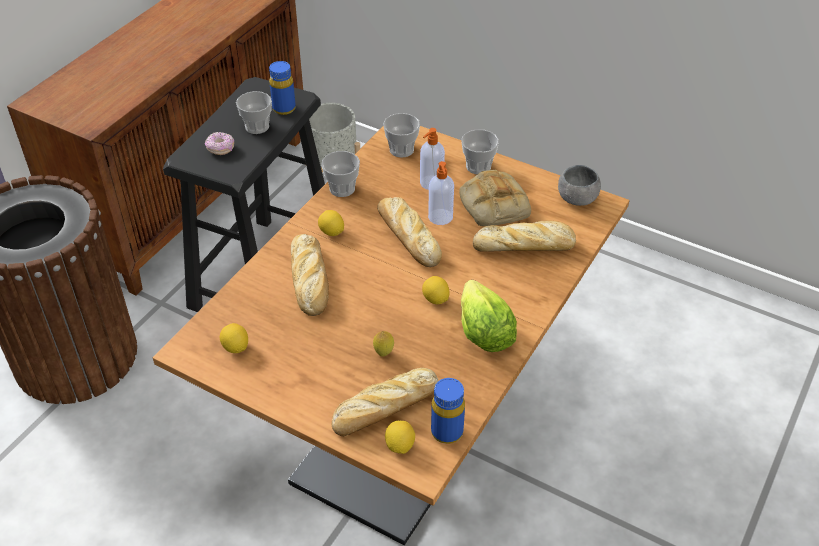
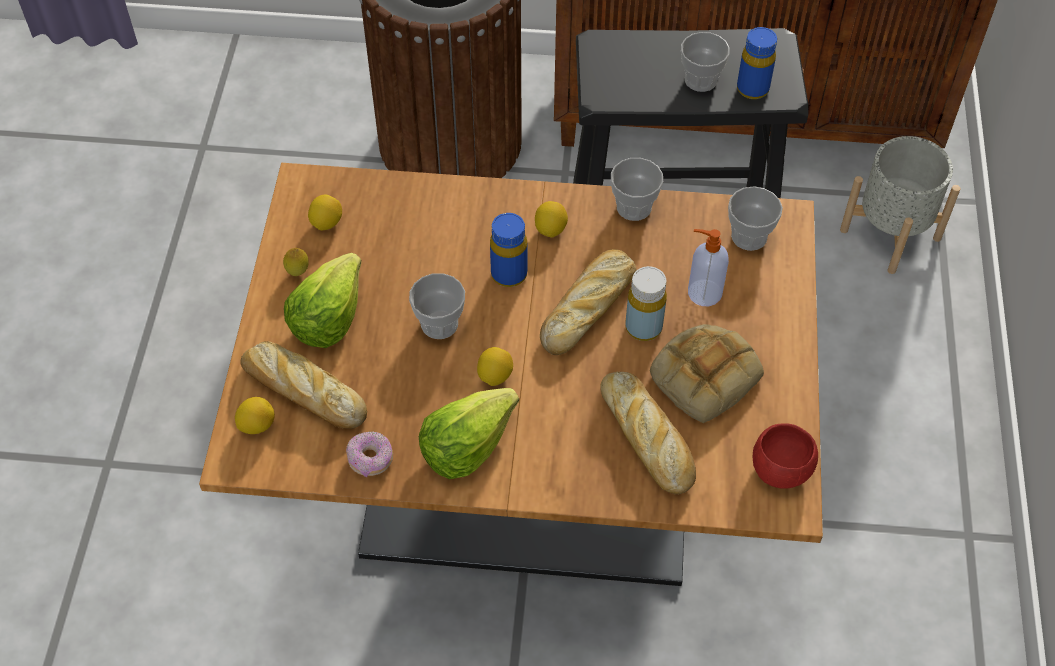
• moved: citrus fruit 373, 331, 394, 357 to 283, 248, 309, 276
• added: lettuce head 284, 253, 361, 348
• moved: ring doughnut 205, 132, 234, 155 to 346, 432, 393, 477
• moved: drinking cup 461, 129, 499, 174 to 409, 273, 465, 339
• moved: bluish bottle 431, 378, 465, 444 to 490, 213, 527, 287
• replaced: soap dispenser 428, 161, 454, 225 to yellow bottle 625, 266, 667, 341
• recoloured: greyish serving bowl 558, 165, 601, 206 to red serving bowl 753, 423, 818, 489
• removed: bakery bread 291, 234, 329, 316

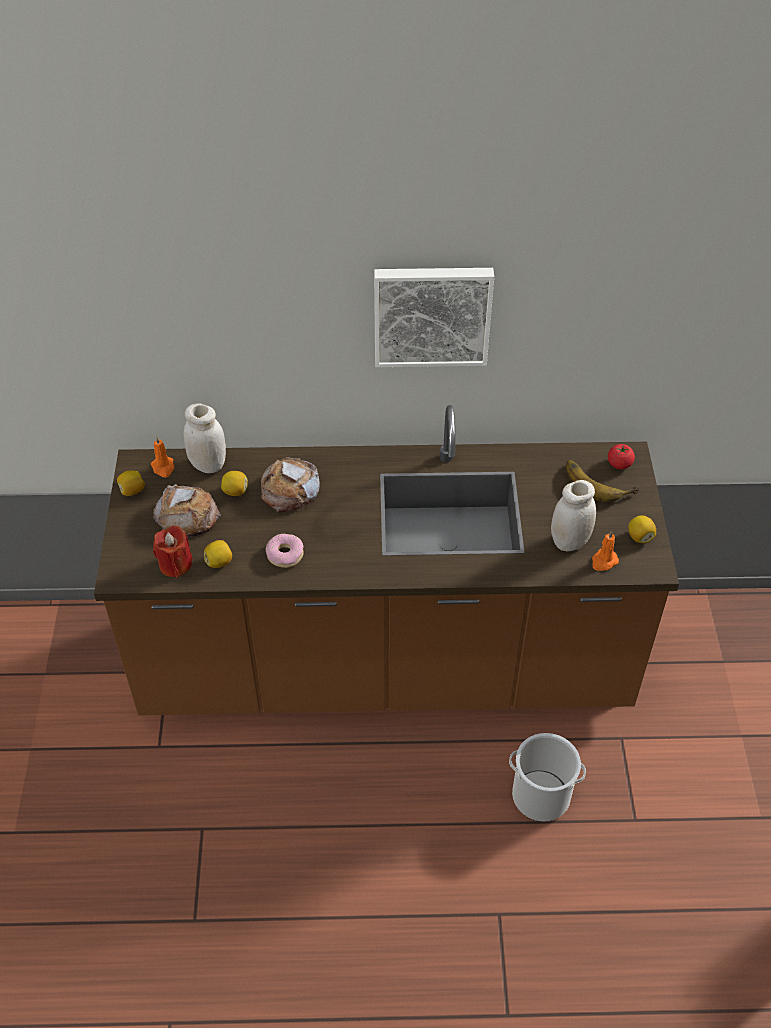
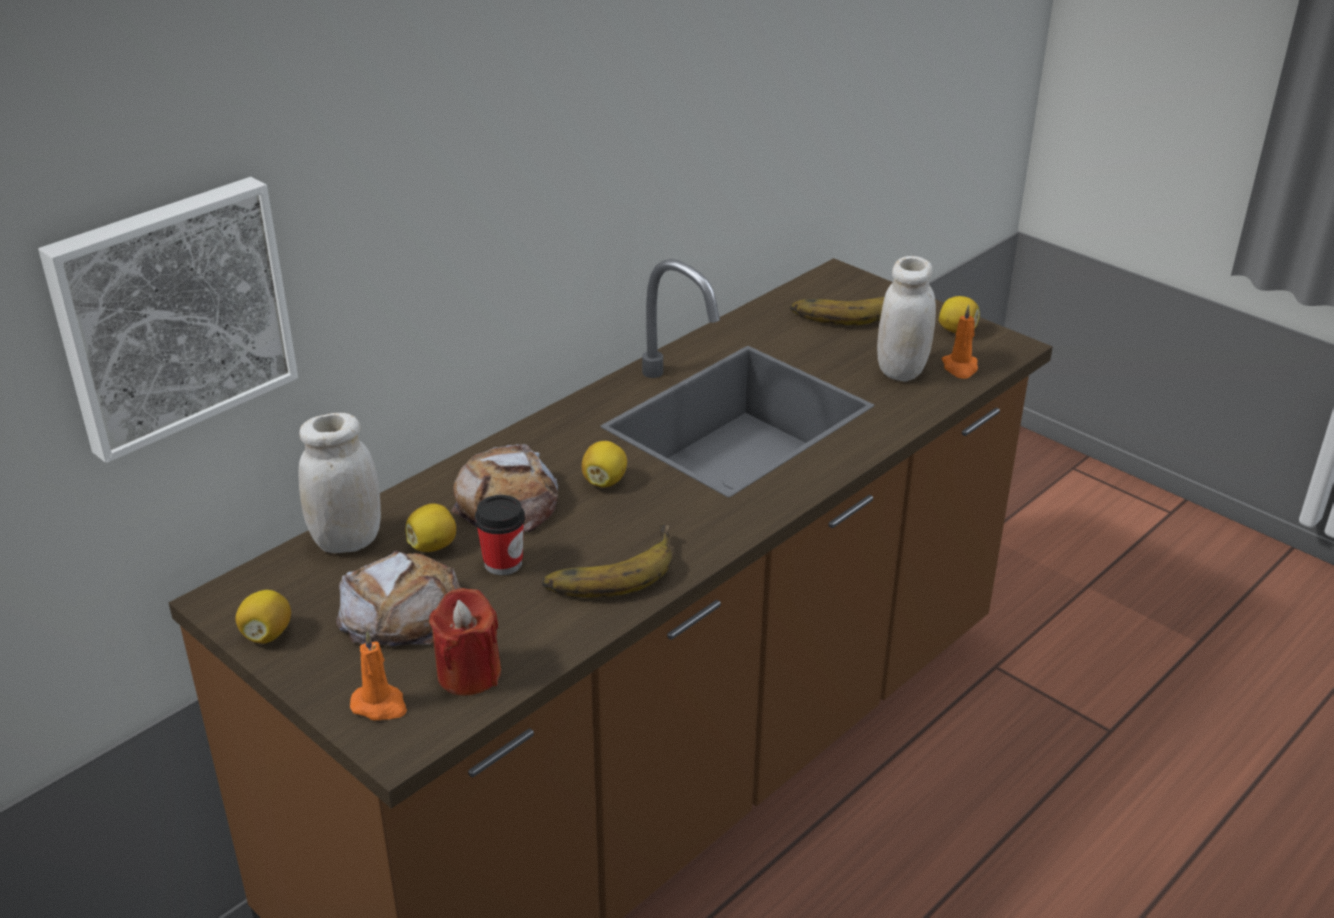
• moved: picture 374, 268, 494, 367 to 38, 177, 298, 463
• moved: orange-coloured wax light 151, 436, 174, 478 to 350, 631, 407, 721
• added: drinking cup 475, 495, 525, 575
• replaced: ring doughnut 266, 534, 304, 568 to banana fruit 542, 524, 672, 598
• moved: citrus fruit 204, 540, 232, 568 to 582, 441, 627, 488
• removed: water bucket 509, 733, 586, 822
• removed: fresh tomato 608, 444, 635, 469

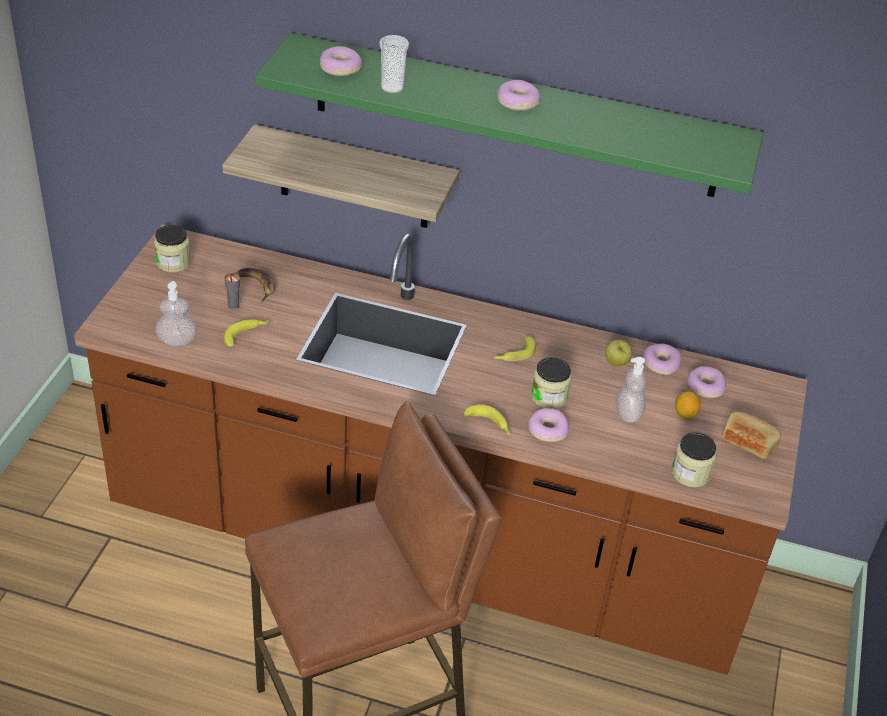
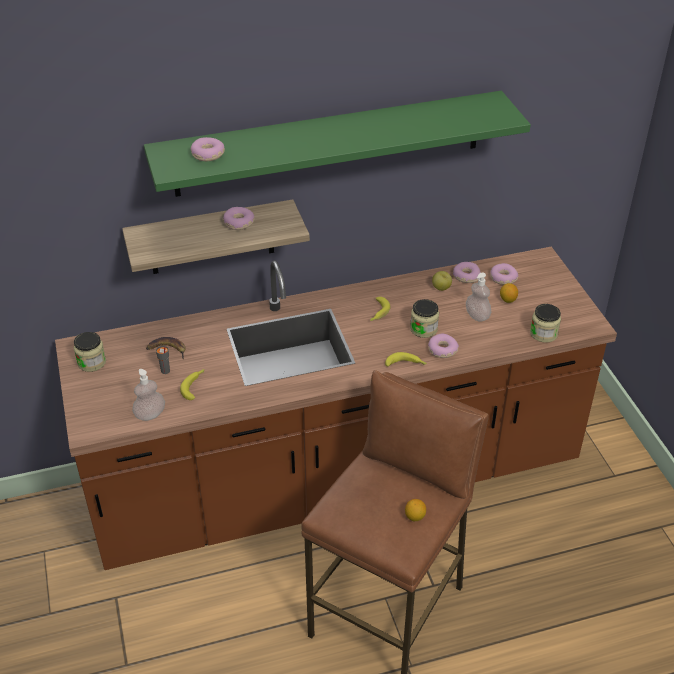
• moved: ring doughnut 497, 80, 541, 111 to 223, 207, 255, 230
• added: citrus fruit 405, 499, 426, 521
• removed: drinking cup 379, 35, 409, 93
• removed: bakery bread 722, 412, 781, 459

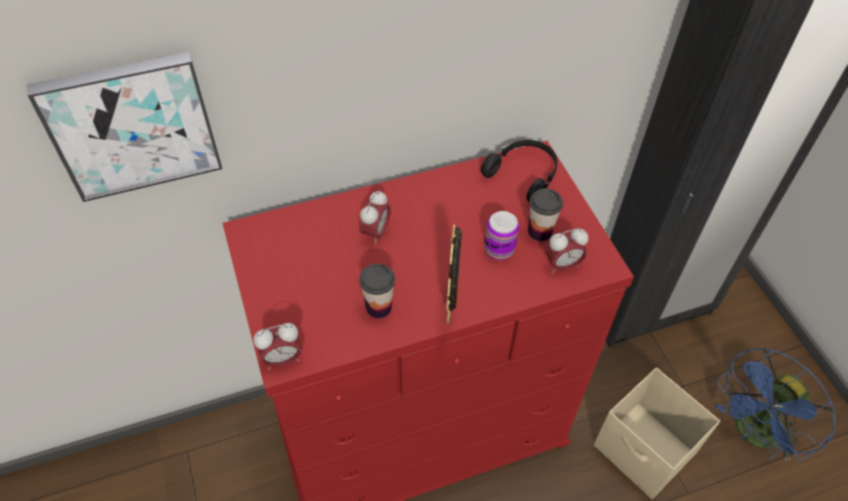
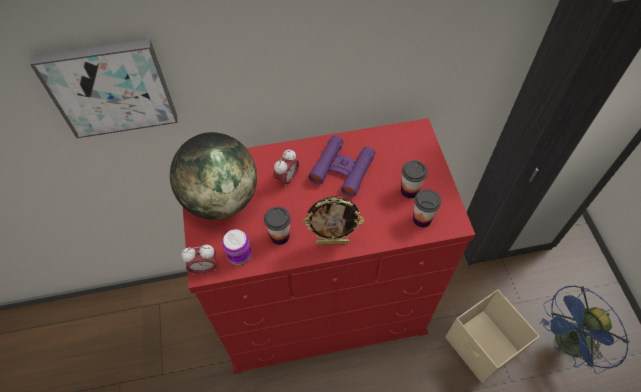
• added: world globe 170, 132, 257, 220
• moved: metal can 484, 211, 519, 260 to 222, 229, 252, 266
• turned: standing frame 446, 225, 462, 324 = 303, 196, 364, 245 105 degrees counterclockwise
• added: purplish field glasses 308, 135, 375, 197
• replaced: bedside clock 545, 228, 588, 274 to drinking cup 413, 189, 441, 228
• removed: blackish pair of headphones 481, 140, 558, 202

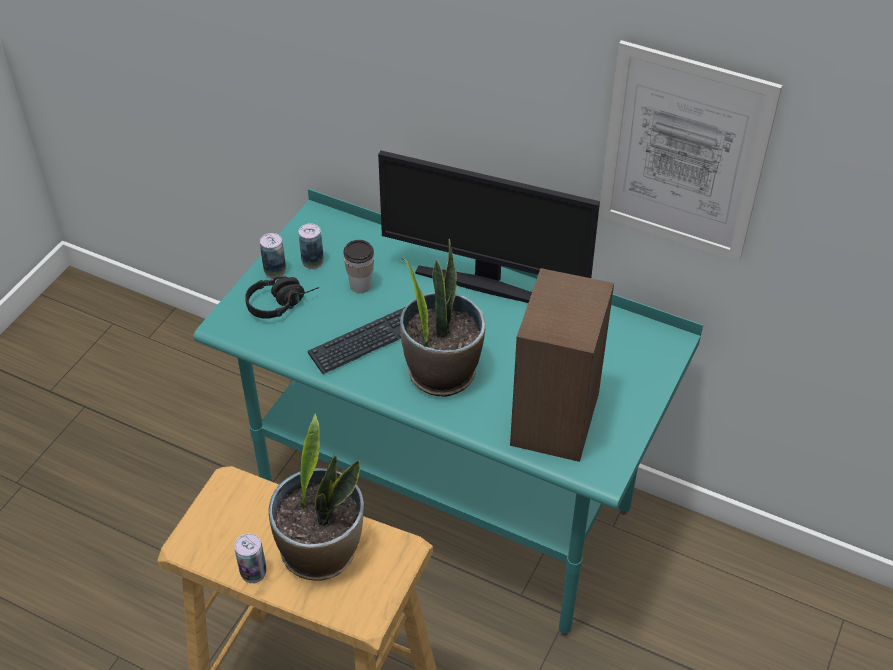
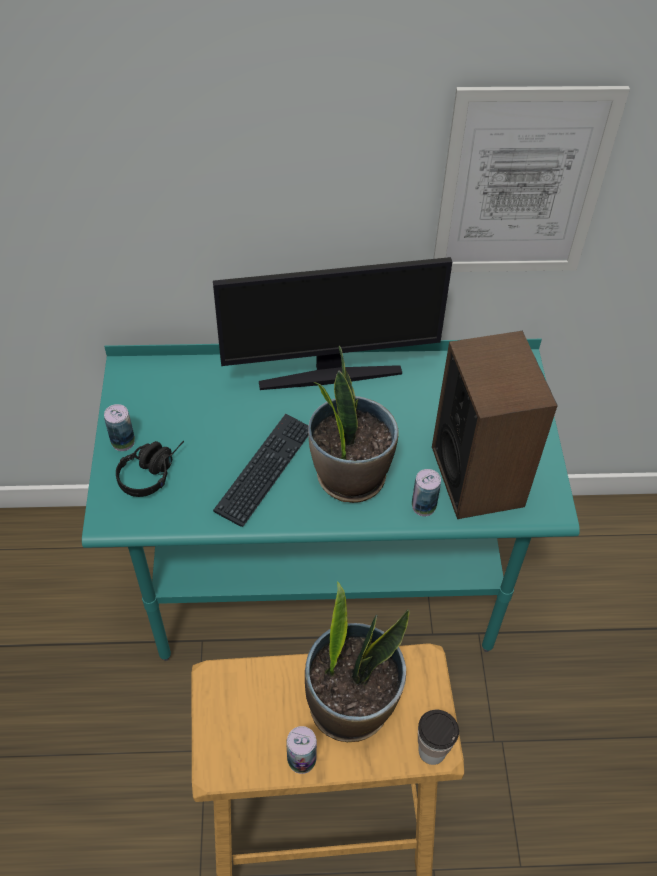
• moved: metal can 299, 223, 324, 269 to 412, 469, 441, 516
• moved: drinking cup 343, 240, 374, 293 to 418, 710, 459, 765

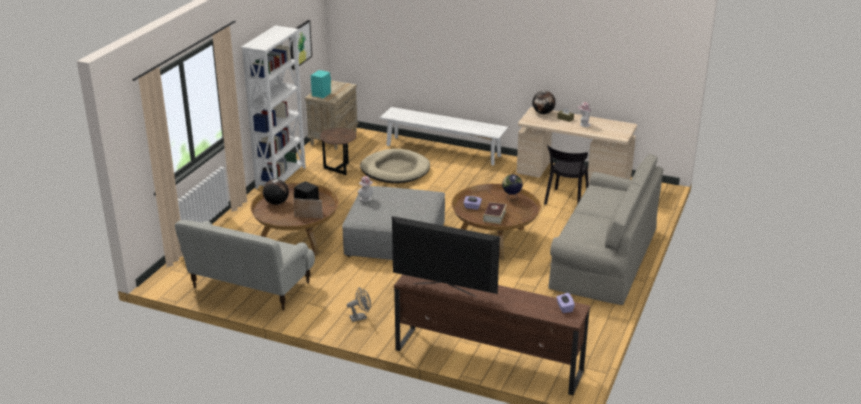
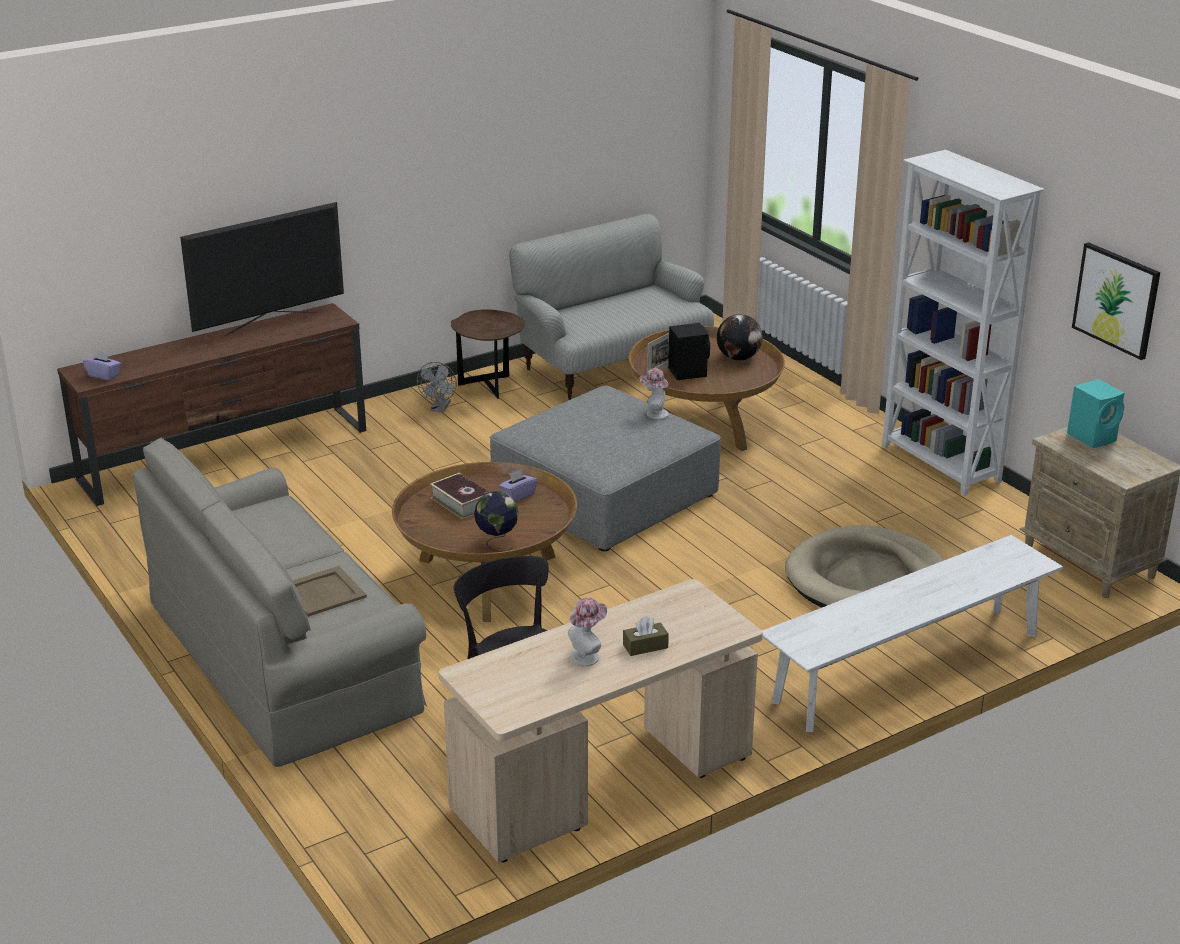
• added: beige carrying tray 293, 566, 367, 617
• moved: brownish end table 320, 128, 357, 175 to 451, 309, 525, 399
• removed: world globe 532, 91, 556, 114

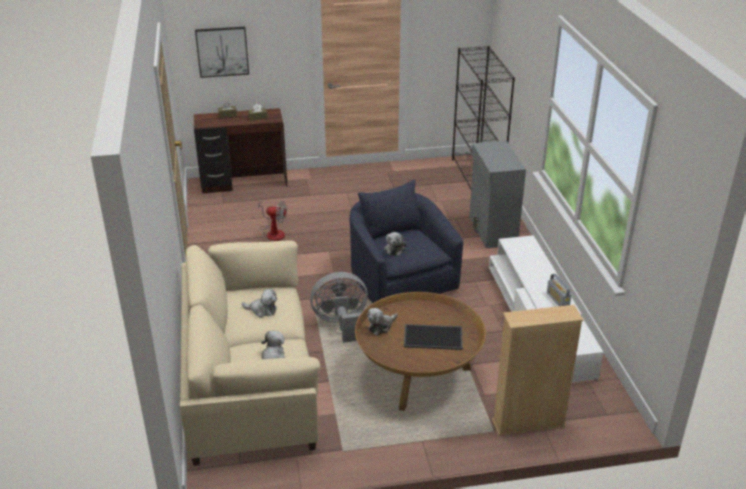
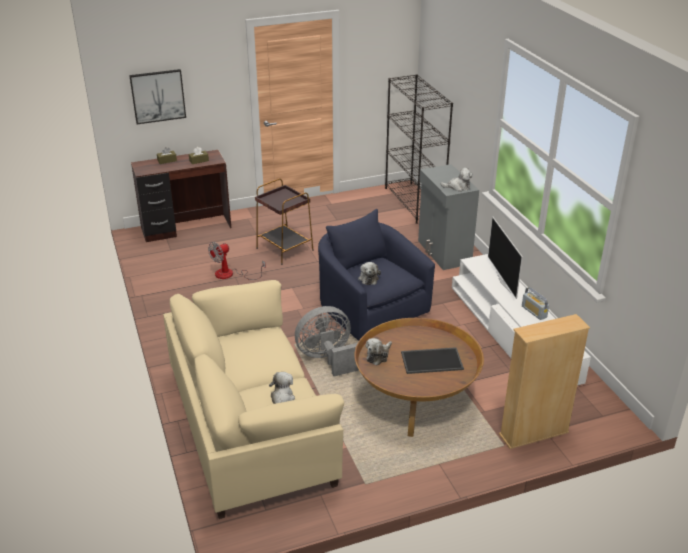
• turned: fan 258, 201, 287, 241 = 208, 242, 266, 280 135 degrees clockwise
• added: brownish end table 255, 179, 313, 265
• moved: plush toy 242, 289, 277, 318 to 440, 168, 473, 192
• added: TV set 488, 217, 523, 299

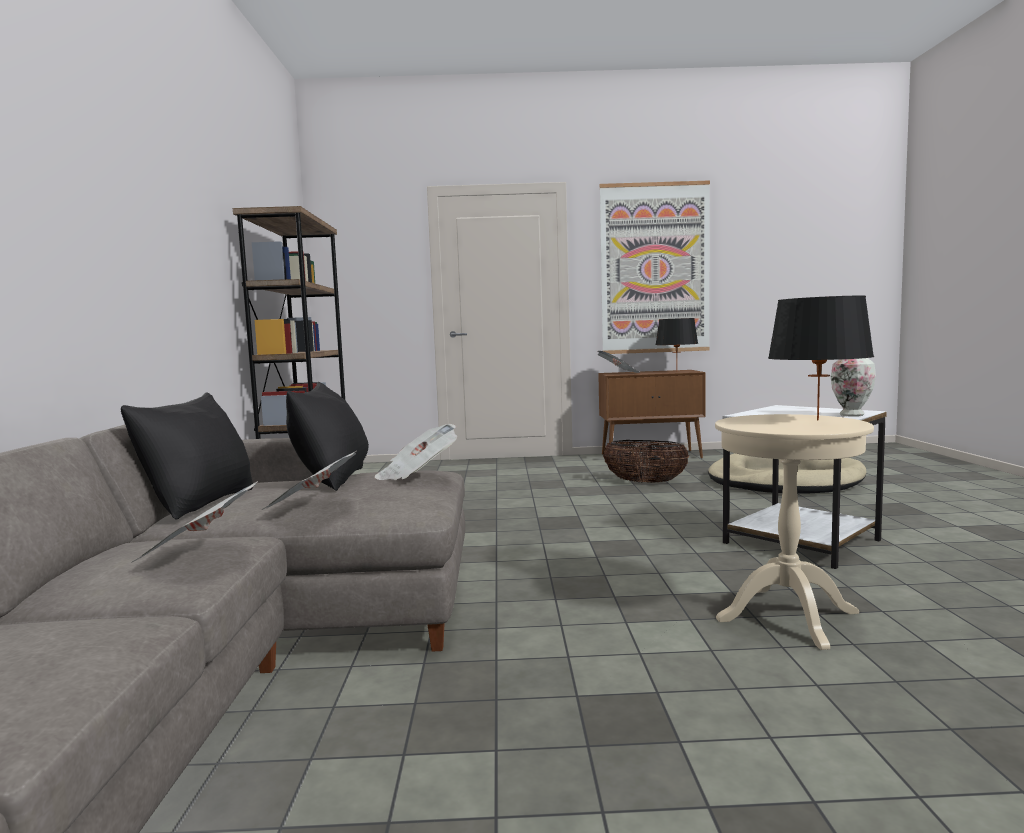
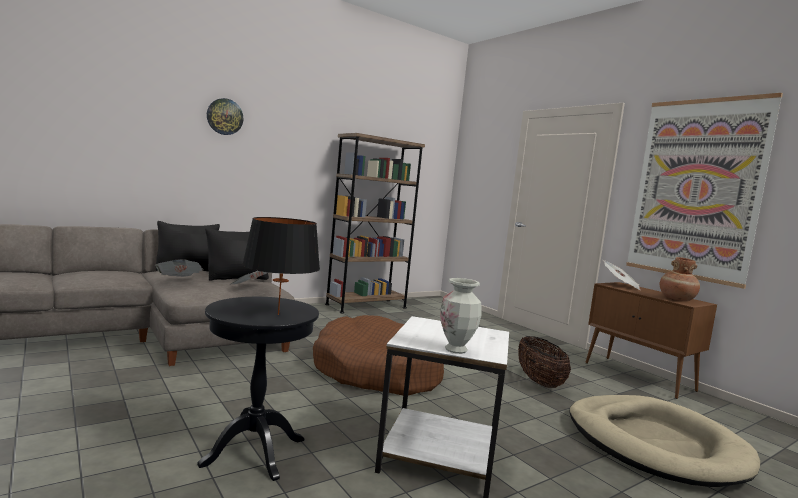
• recoloured: beige end table 715, 414, 874, 650 to blackish end table 197, 297, 319, 481
• added: hanging clock 207, 98, 243, 135
• added: brownish dog bed 313, 315, 444, 396
• replaced: blackish tabletop lamp 656, 318, 698, 372 to brownish decorative vase 659, 257, 700, 301
• removed: printed paper 131, 481, 258, 563

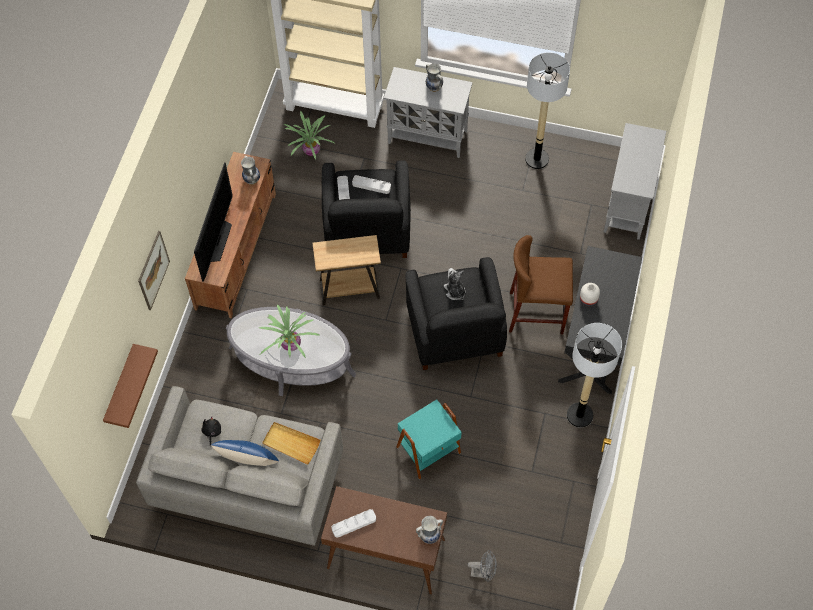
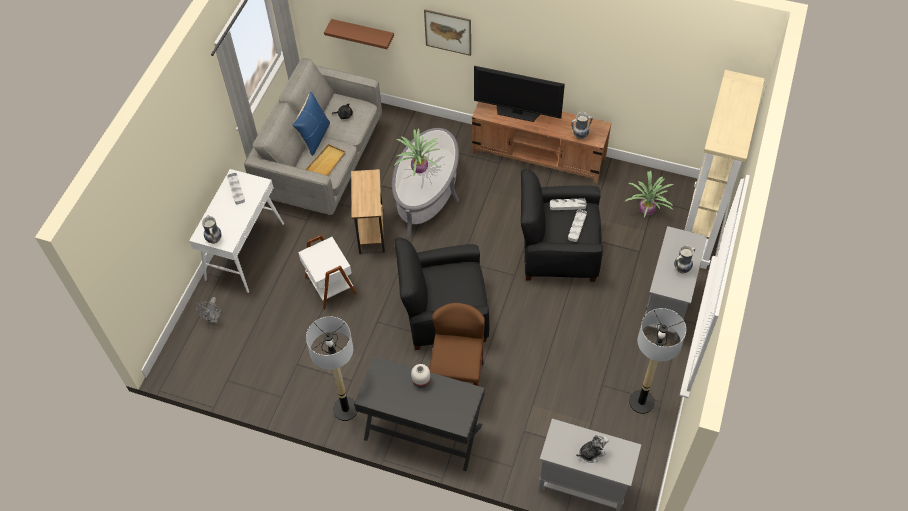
• recoloured: brownish console table 321, 486, 447, 594 to white console table 189, 169, 284, 293
• recoloured: turquoise-coloured end table 396, 399, 462, 479 to white end table 298, 235, 357, 310
• moved: brownish end table 312, 235, 381, 305 to 351, 169, 385, 254
• moved: plush toy 444, 268, 466, 300 to 576, 435, 609, 463

